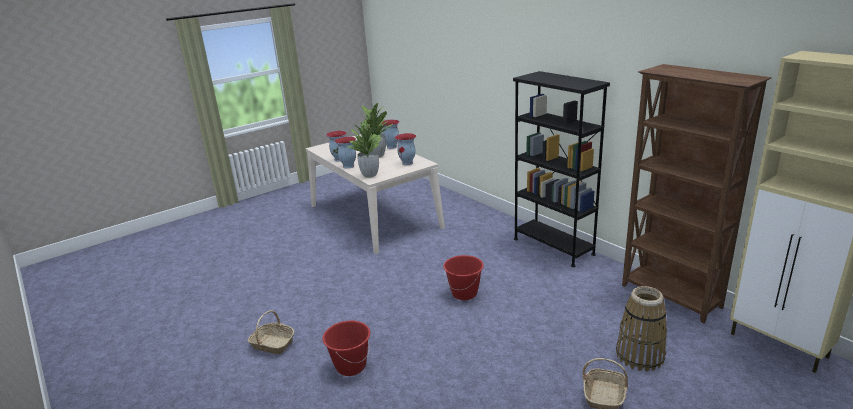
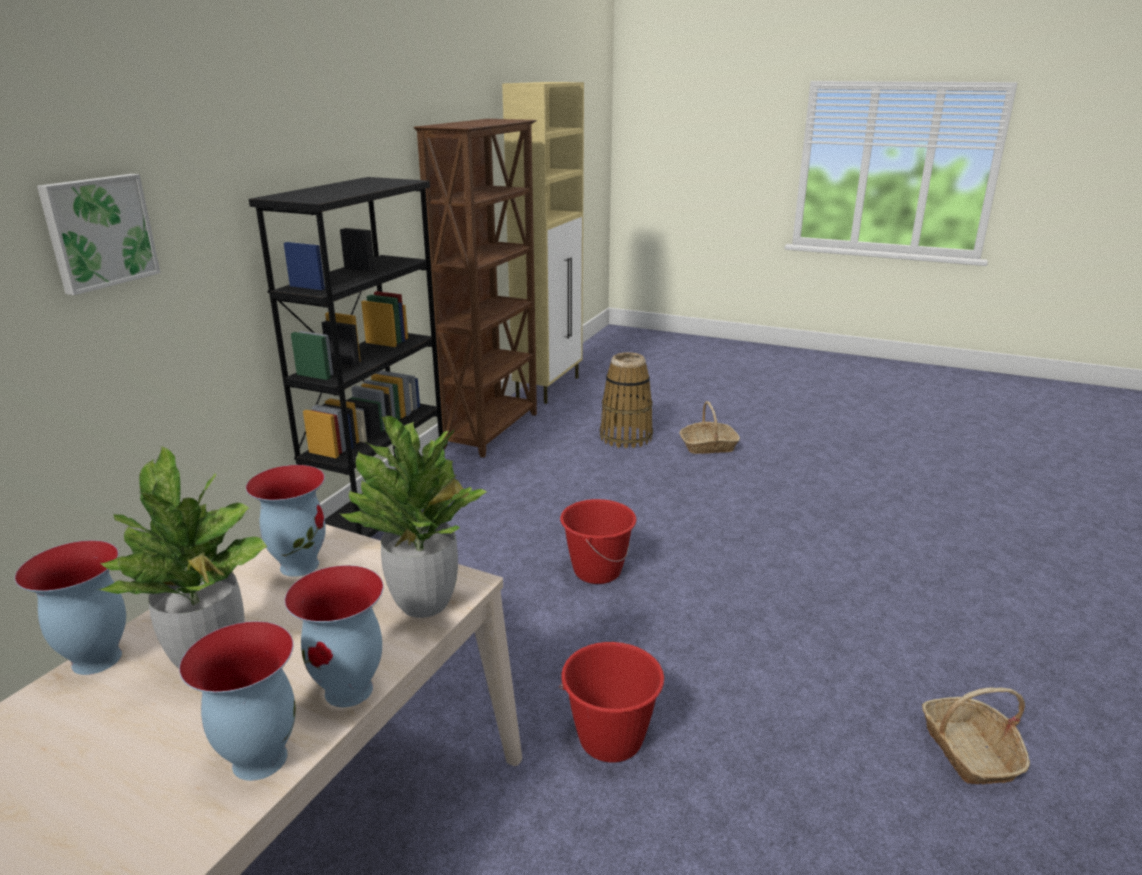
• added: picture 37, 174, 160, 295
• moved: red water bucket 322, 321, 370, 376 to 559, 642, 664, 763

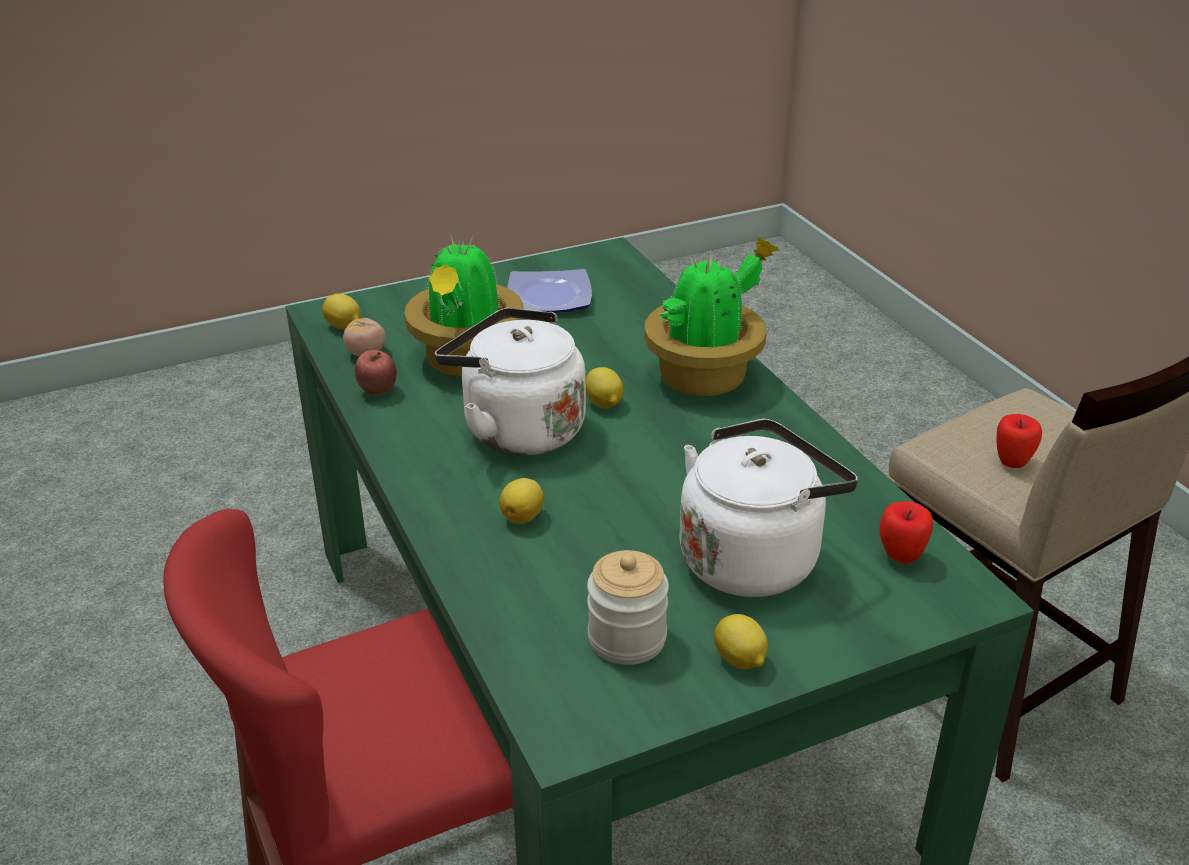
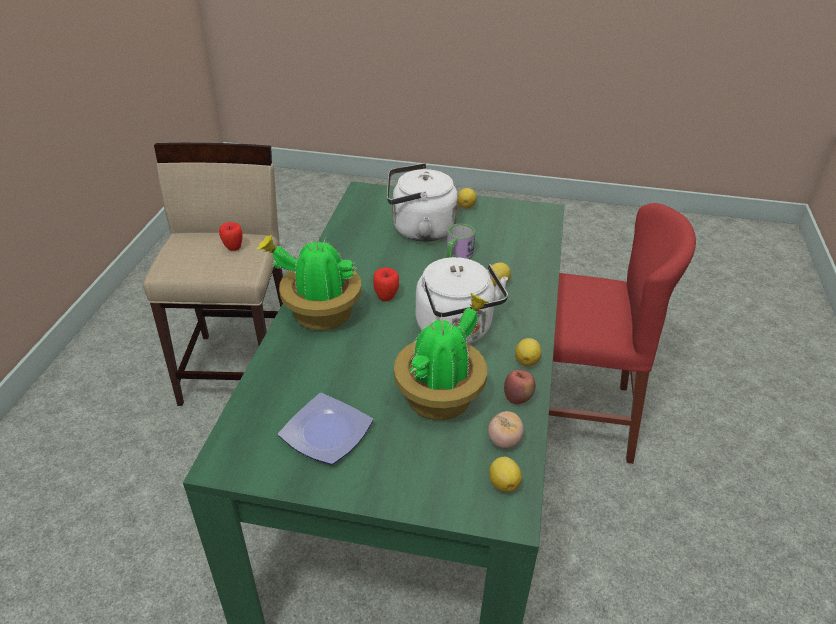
• moved: apple 879, 501, 933, 564 to 373, 267, 399, 301
• added: tea mug 447, 224, 475, 259
• moved: citrus fruit 586, 367, 623, 408 to 515, 338, 542, 367
• removed: preserve jar 587, 550, 669, 665

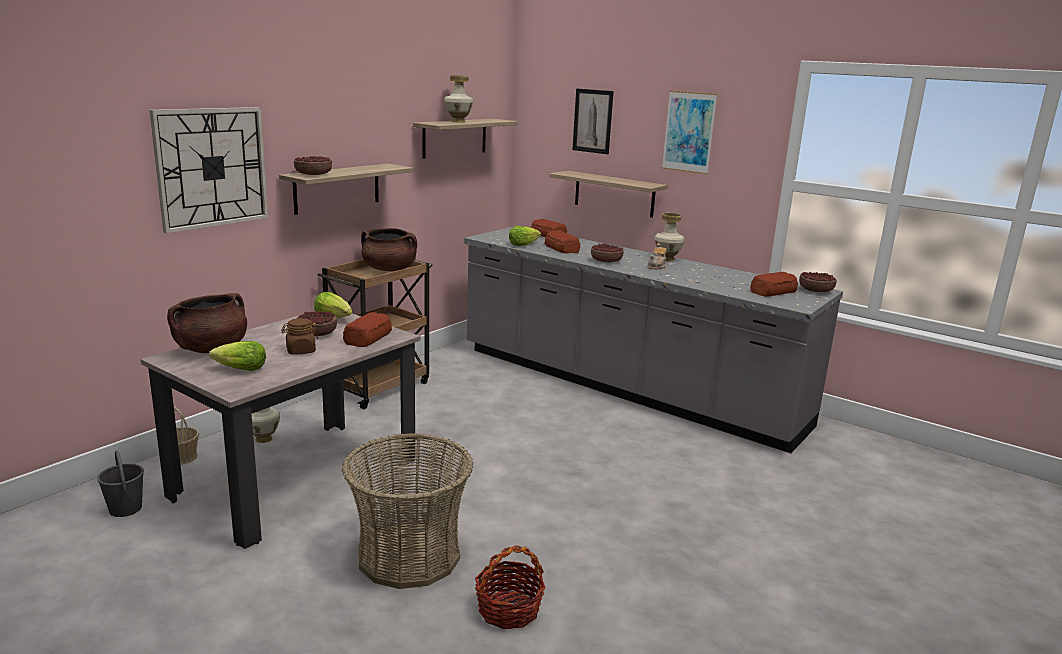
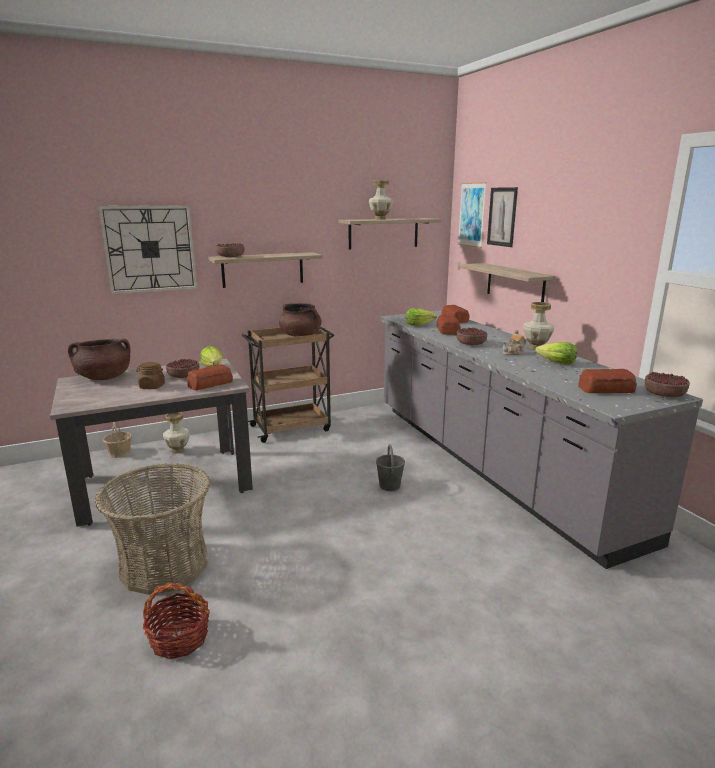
• moved: greyish water bucket 97, 450, 144, 517 to 376, 444, 405, 491
• moved: picture 662, 90, 717, 174 to 458, 182, 487, 248
• moved: lettuce head 209, 341, 266, 371 to 535, 342, 577, 365

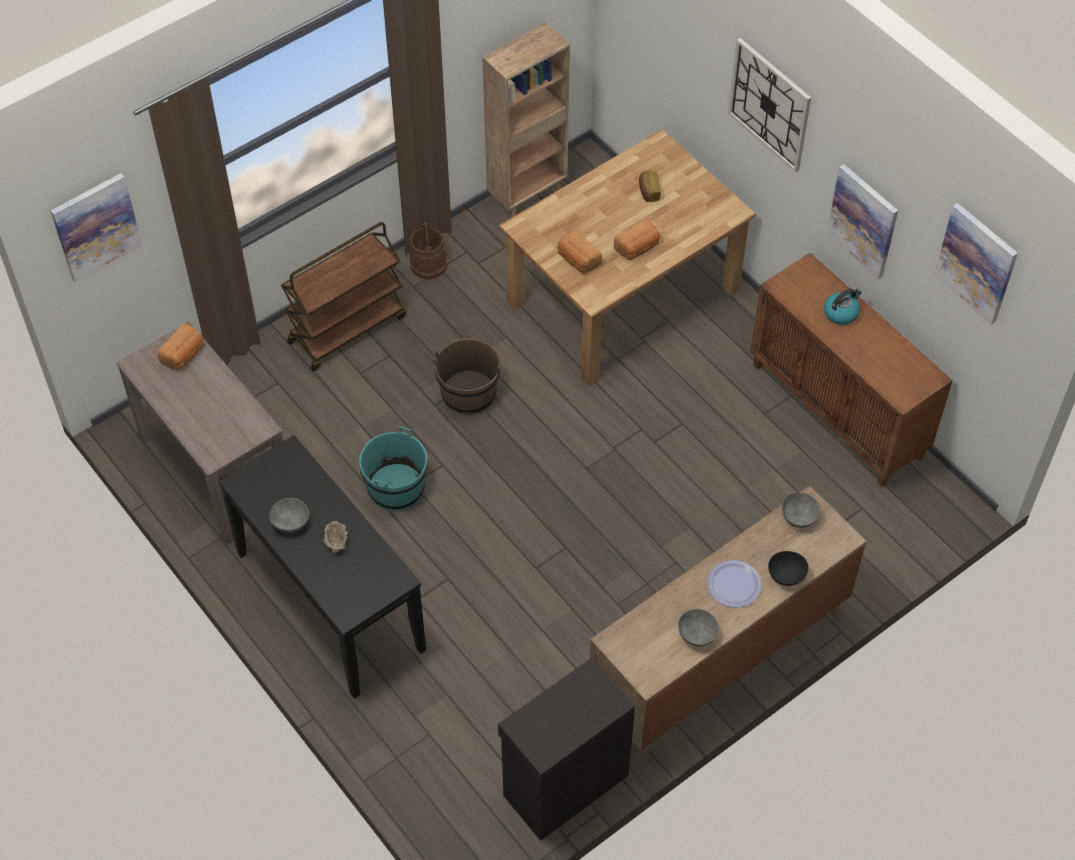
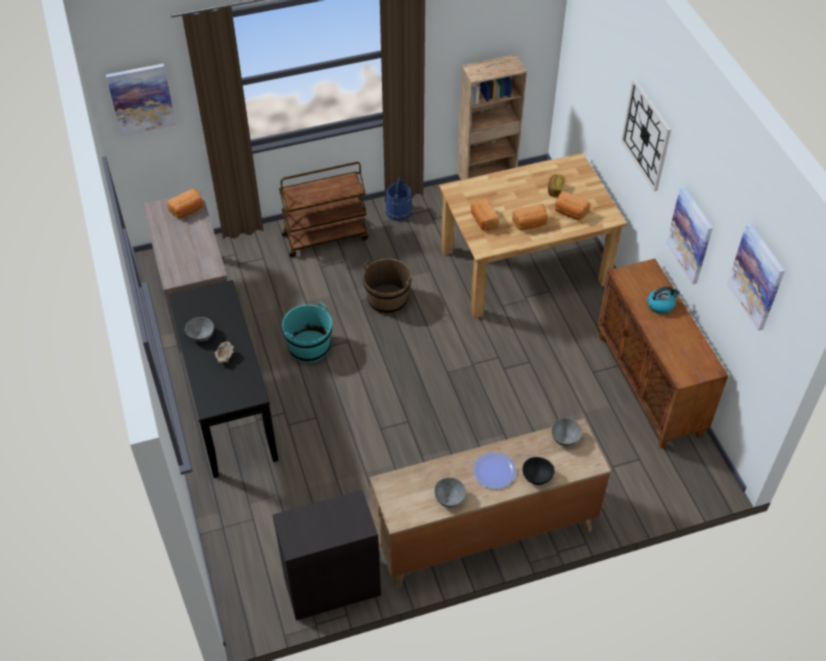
• recoloured: brownish water bucket 410, 221, 447, 280 to bluish water bucket 385, 177, 413, 221
• added: bakery bread 555, 191, 591, 220

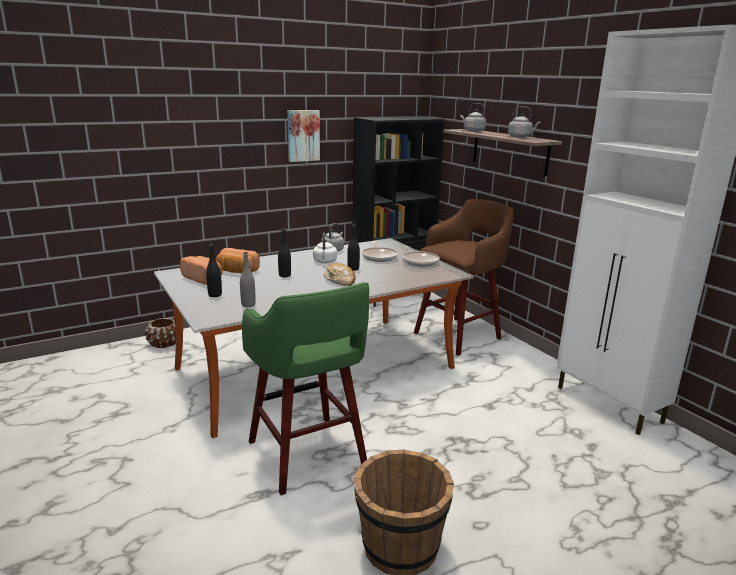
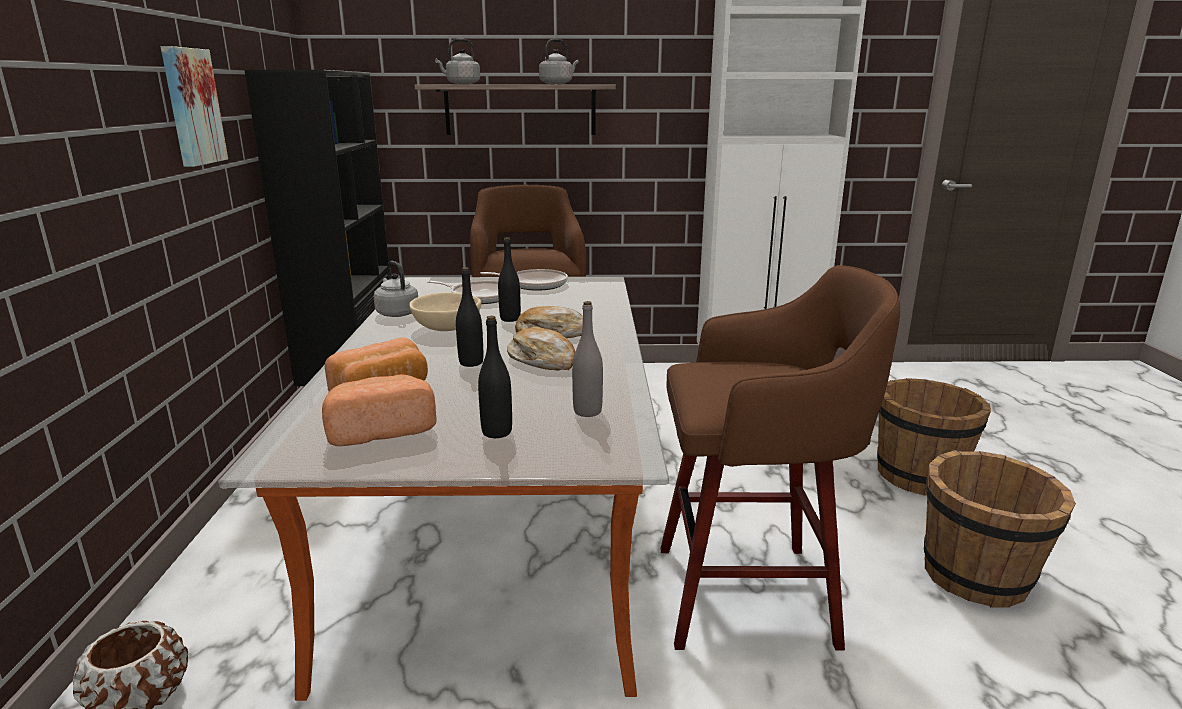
• replaced: white tea kettle 313, 232, 337, 264 to beige serving bowl 409, 292, 481, 331
• added: bakery bread 507, 327, 575, 371
• recoloured: greenish sitting stool 242, 282, 369, 495 to brownish sitting stool 660, 265, 900, 651
• added: brownish water bucket 877, 378, 991, 496

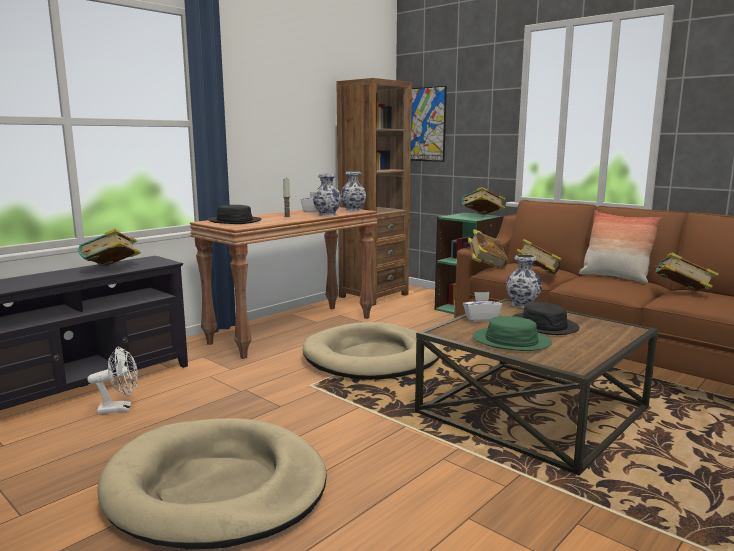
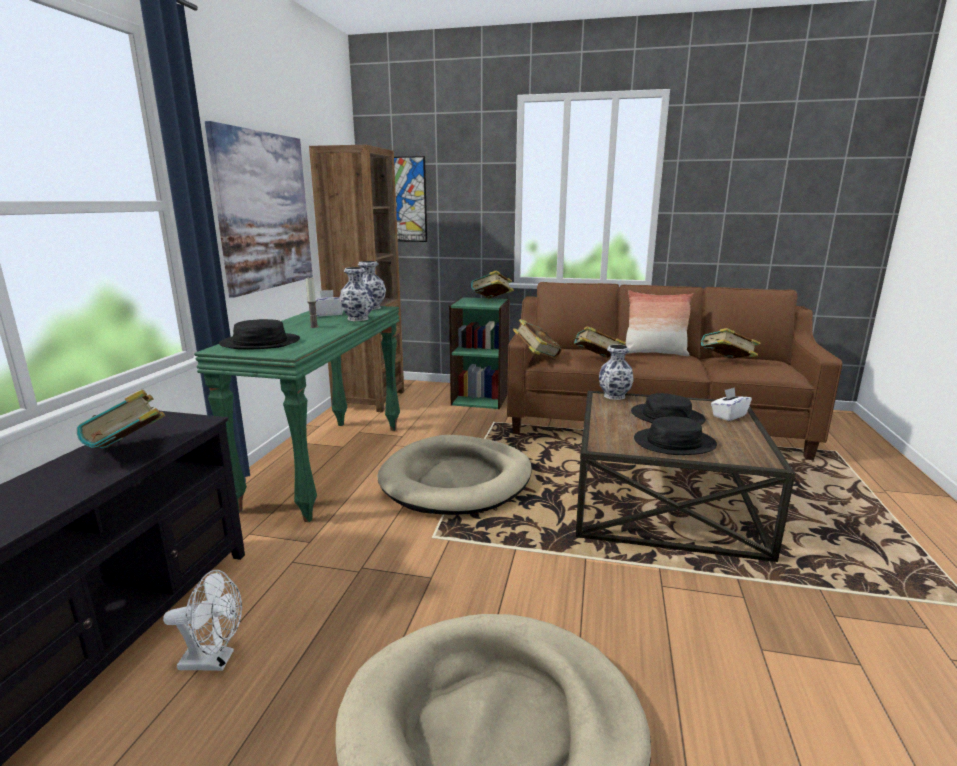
• turned: white fan 87, 346, 138, 414 = 163, 570, 242, 671 45 degrees clockwise
• recoloured: brownish console table 190, 207, 377, 359 to greenish console table 194, 306, 400, 522
• added: picture 205, 121, 313, 298
• recoloured: greenish hat 473, 316, 552, 351 to blackish hat 634, 416, 717, 455
• moved: white tissue box 463, 292, 502, 321 to 711, 387, 752, 421

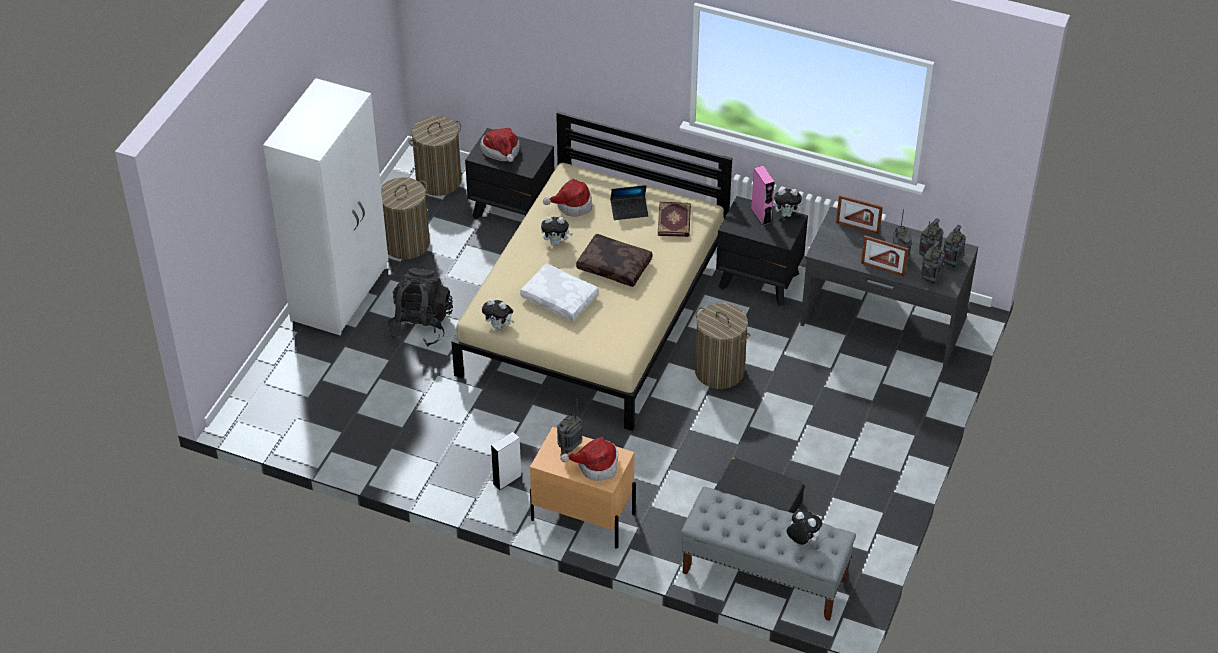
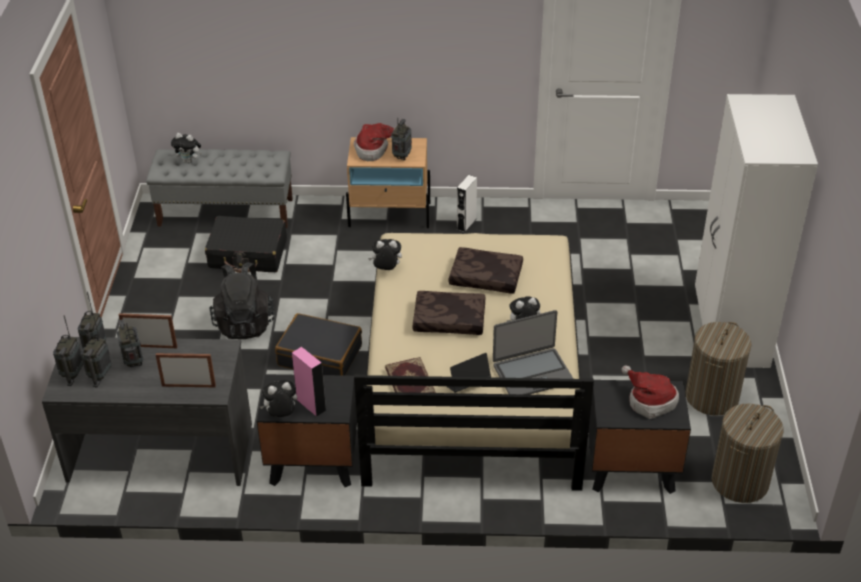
• moved: blackish knapsack 387, 268, 453, 347 to 209, 262, 275, 339
• replaced: hamper 695, 303, 750, 389 to blackish travel case 275, 313, 362, 376
• moved: plush toy 482, 299, 514, 329 to 368, 239, 402, 270
• recoloured: white pillow 520, 264, 599, 321 to brownish pillow 449, 247, 523, 294
• replaced: hat 543, 179, 593, 217 to portable computer 493, 310, 574, 395

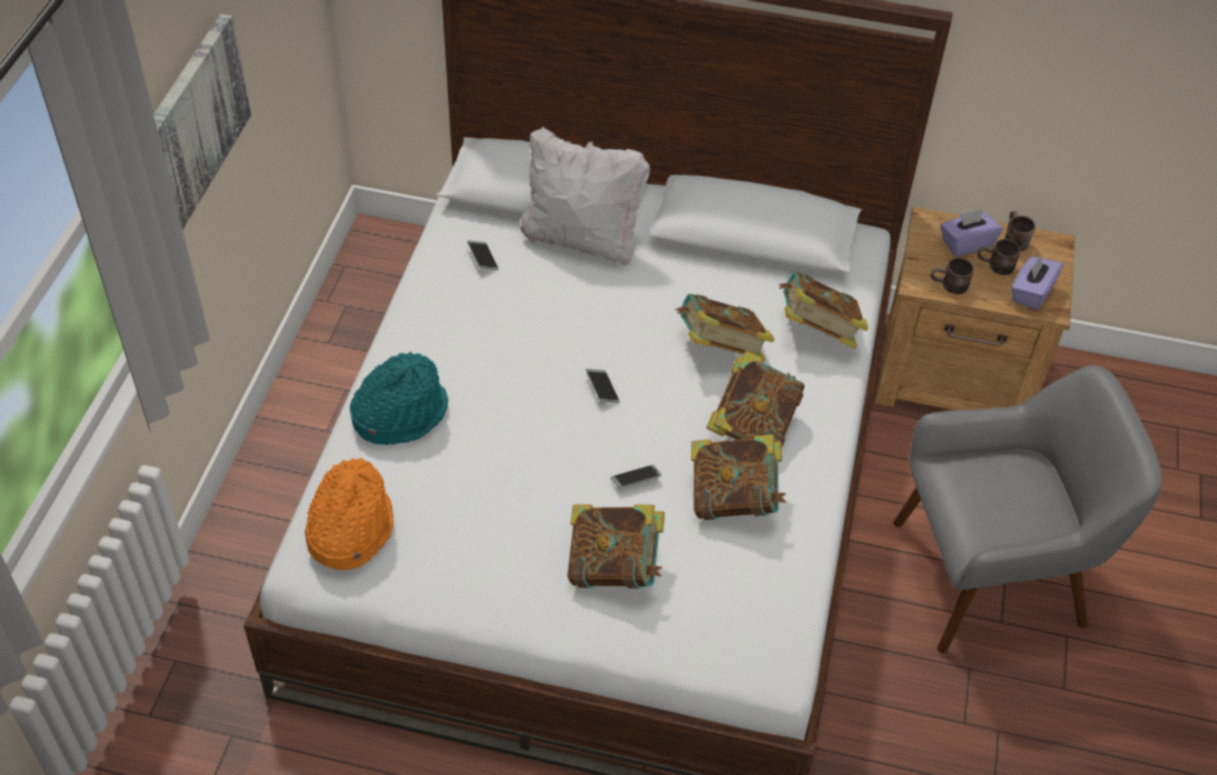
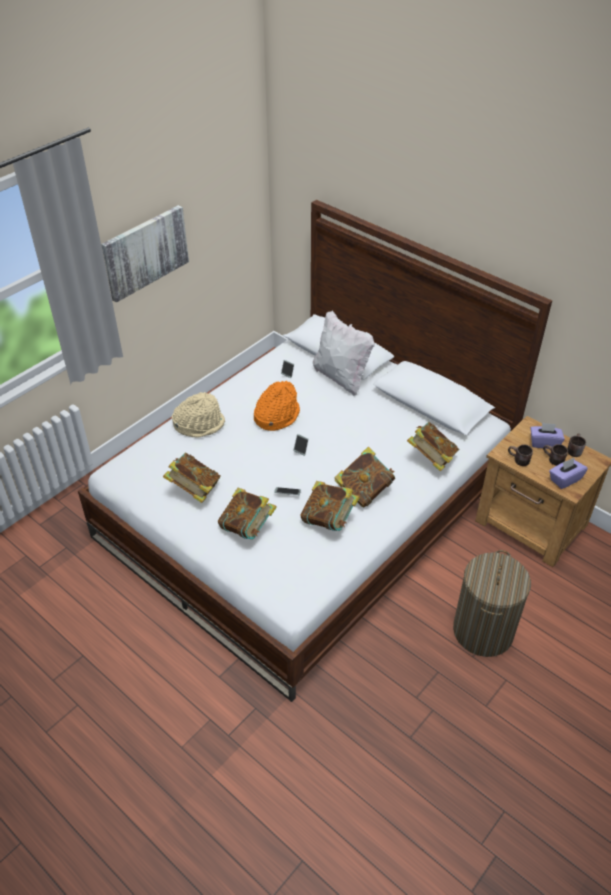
• moved: book 675, 294, 774, 362 to 163, 452, 221, 503
• recoloured: turquoise-coloured hat 350, 352, 448, 445 to beige hat 172, 392, 225, 437
• moved: orange-coloured hat 305, 458, 394, 571 to 254, 381, 300, 431
• replaced: greyish armchair 893, 365, 1162, 653 to hamper 453, 550, 531, 657

